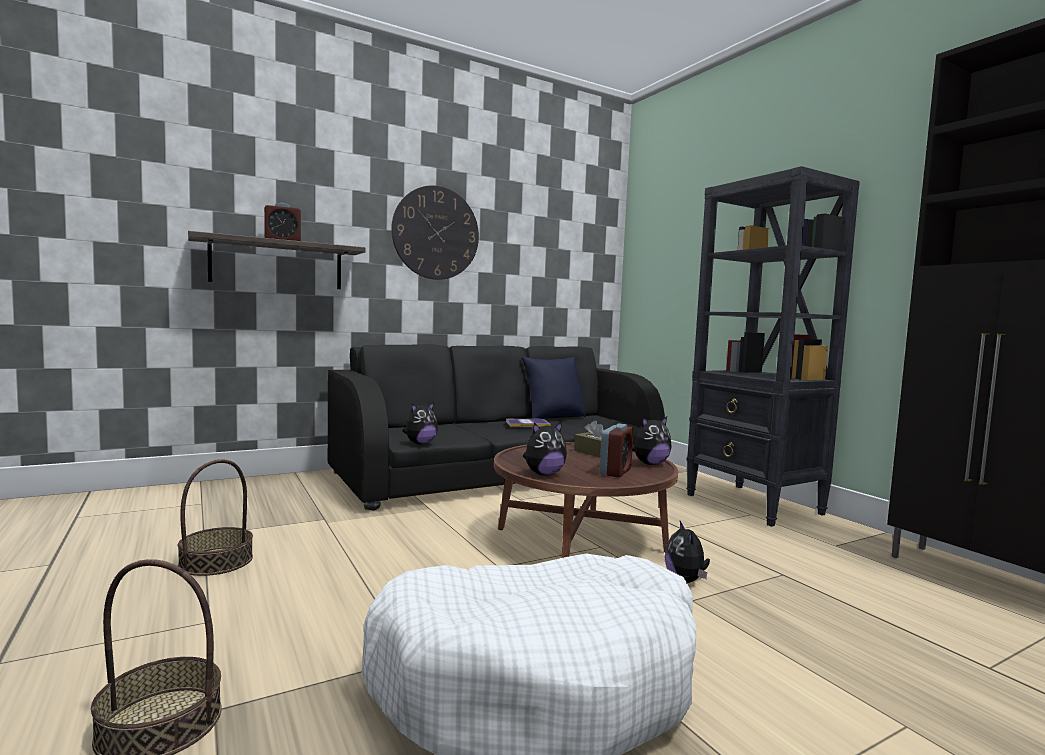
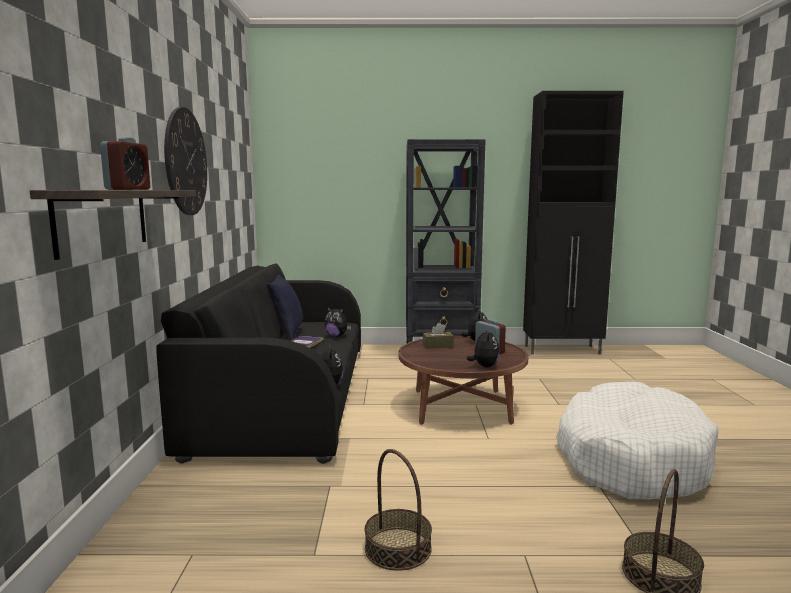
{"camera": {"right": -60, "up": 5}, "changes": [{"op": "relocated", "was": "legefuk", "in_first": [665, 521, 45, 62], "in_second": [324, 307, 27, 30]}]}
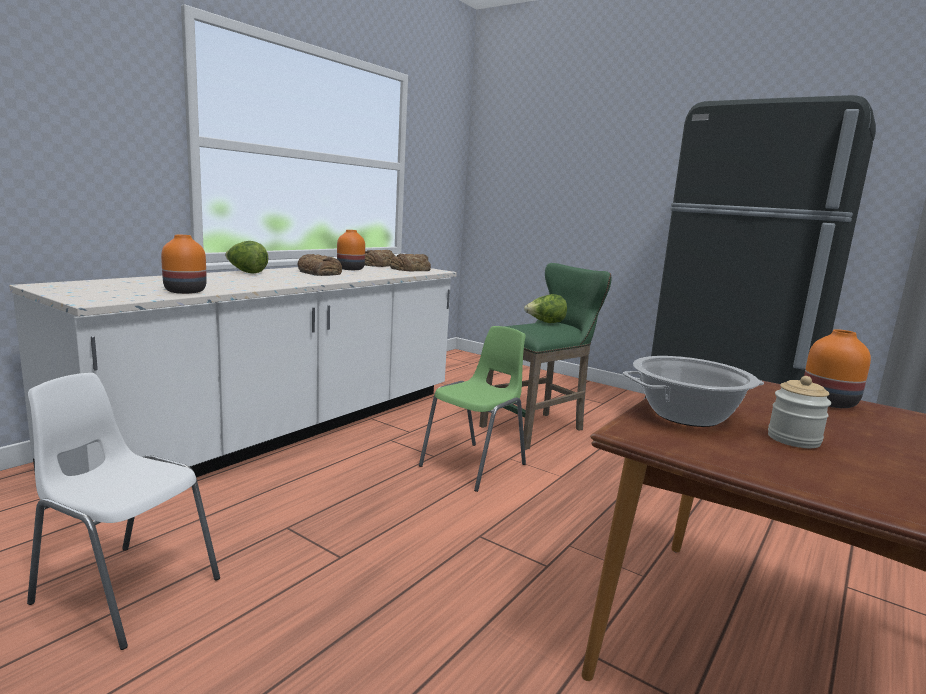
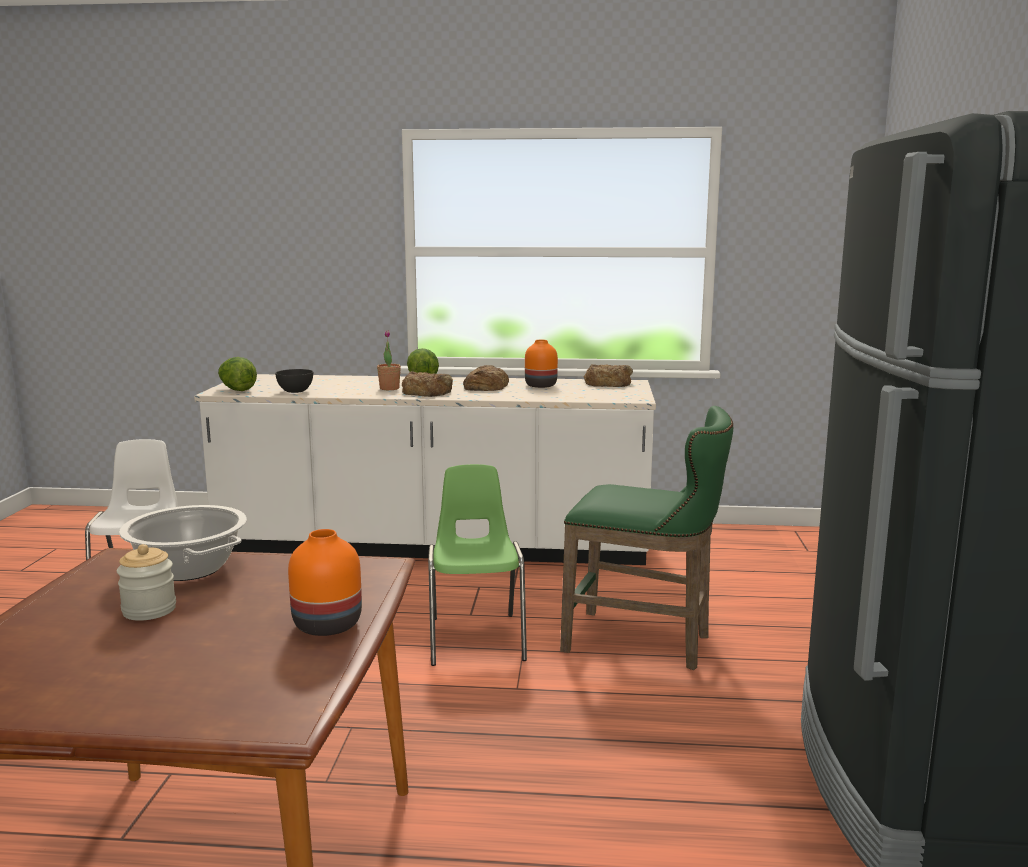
{"camera": {"right": 60, "up": 0}, "changes": [{"op": "appeared", "now": "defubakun", "in_second": [377, 330, 24, 60]}, {"op": "relocated", "was": "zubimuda", "in_first": [390, 254, 41, 17], "in_second": [402, 371, 51, 26]}, {"op": "relocated", "was": "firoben", "in_first": [524, 294, 43, 29], "in_second": [218, 357, 39, 34]}, {"op": "exchanged", "was": "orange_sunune", "now": "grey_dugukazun", "in_first": [161, 235, 46, 59], "in_second": [275, 369, 38, 24]}, {"op": "spun", "was": "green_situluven", "in_first": [419, 326, 107, 166], "in_second": [428, 464, 99, 202], "clockwise": -105}]}
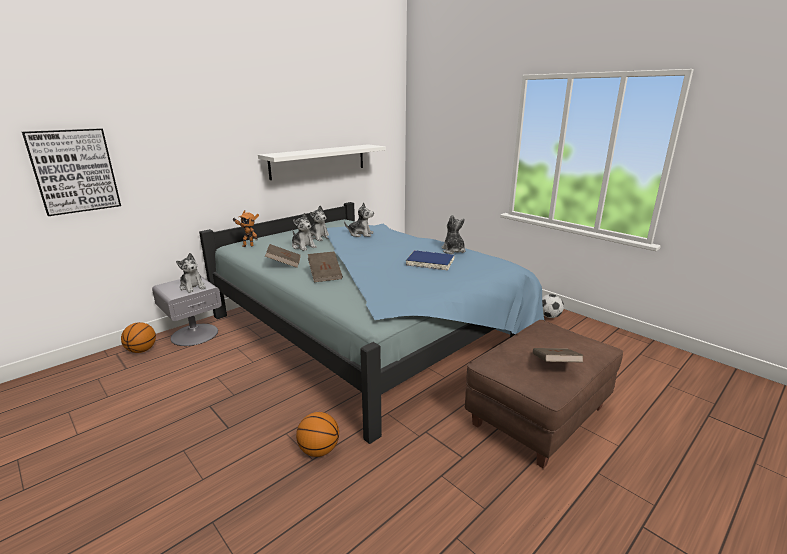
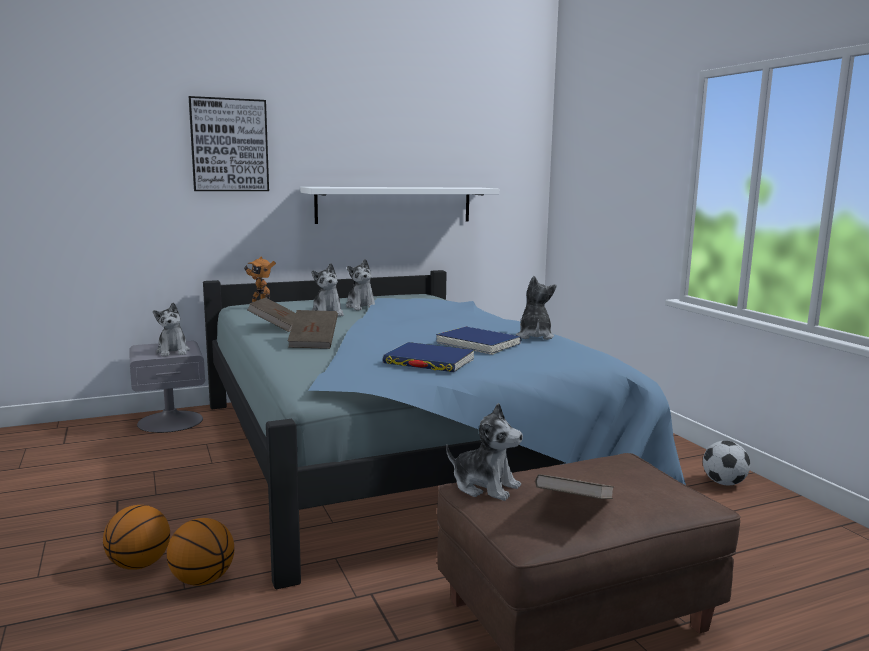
{"camera": {"right": 20, "up": -10}, "changes": [{"op": "appeared", "now": "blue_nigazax", "in_second": [383, 342, 92, 30]}, {"op": "relocated", "was": "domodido", "in_first": [22, 128, 99, 88], "in_second": [189, 96, 80, 95]}, {"op": "relocated", "was": "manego", "in_first": [121, 322, 35, 31], "in_second": [103, 505, 67, 65]}, {"op": "relocated", "was": "legefuk", "in_first": [344, 202, 30, 35], "in_second": [446, 403, 77, 98]}]}
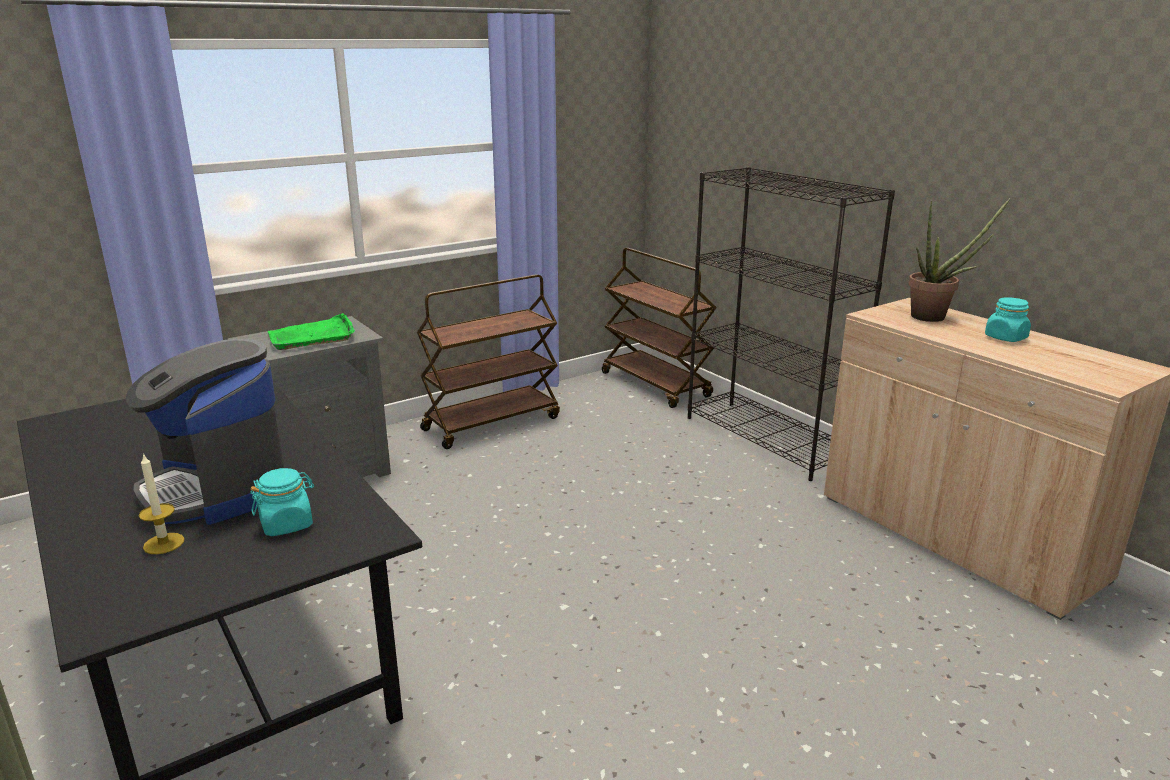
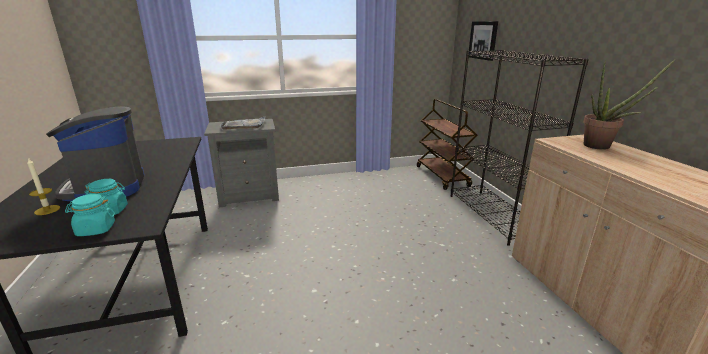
{"camera": {"right": 20, "up": 0}, "changes": [{"op": "missing", "was": "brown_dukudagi", "in_first": [417, 274, 143, 175]}, {"op": "appeared", "now": "domodido", "in_second": [469, 21, 29, 40]}, {"op": "relocated", "was": "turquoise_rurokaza", "in_first": [985, 297, 46, 45], "in_second": [65, 194, 50, 42]}, {"op": "colour", "was": "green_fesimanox", "now": "grey_fesimanox", "in_first": [268, 313, 87, 37], "in_second": [220, 116, 46, 13]}]}
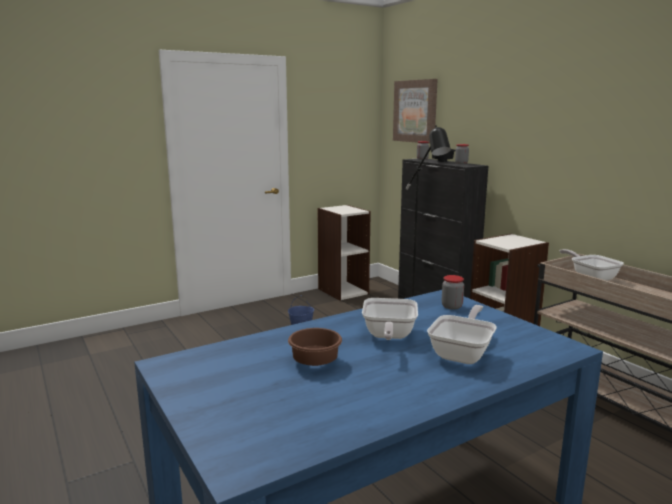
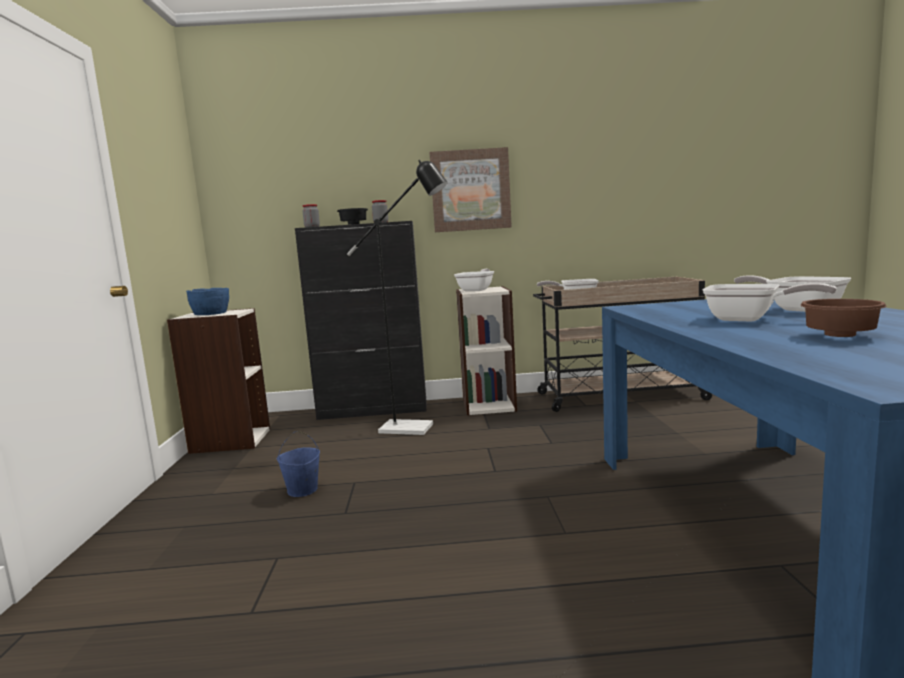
{"camera": {"right": -60, "up": -5}, "changes": [{"op": "missing", "was": "rurokaza", "in_first": [442, 275, 22, 35]}, {"op": "appeared", "now": "blue_dugukazun", "in_second": [186, 288, 43, 27]}, {"op": "appeared", "now": "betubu", "in_second": [454, 269, 40, 23]}, {"op": "relocated", "was": "domodido", "in_first": [393, 79, 45, 65], "in_second": [429, 147, 83, 85]}]}
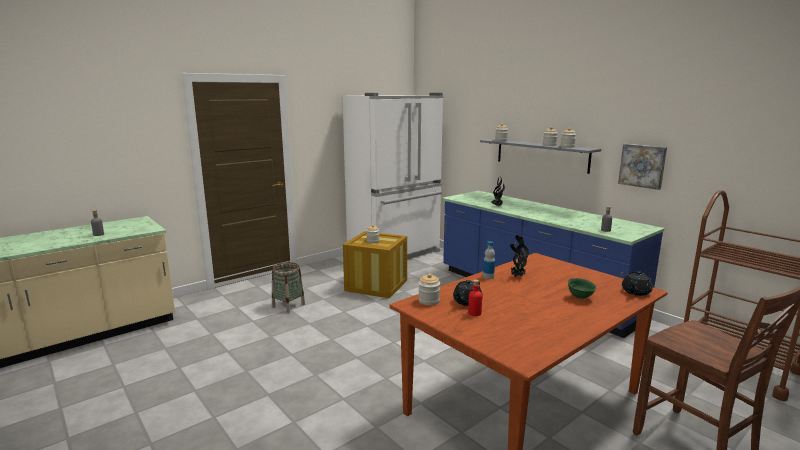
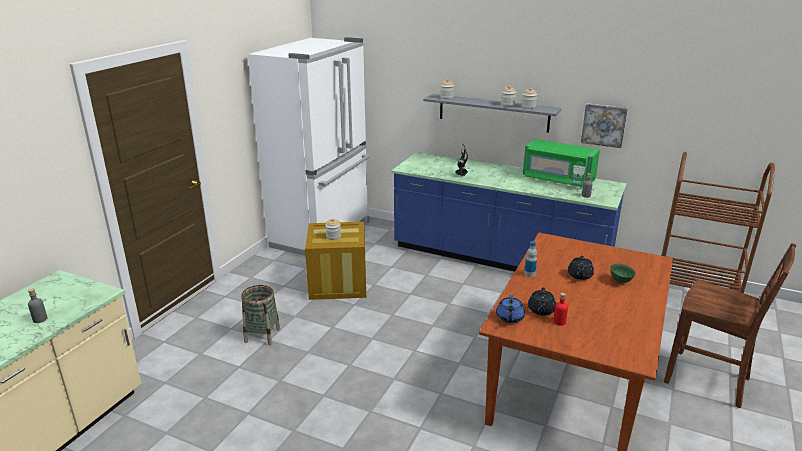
{"camera": {"right": -25, "up": 10}, "changes": [{"op": "missing", "was": "defubakun", "in_first": [510, 235, 19, 42]}, {"op": "appeared", "now": "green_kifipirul", "in_second": [523, 139, 77, 48]}, {"op": "relocated", "was": "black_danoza", "in_first": [622, 271, 31, 25], "in_second": [568, 256, 26, 24]}, {"op": "exchanged", "was": "rurokaza", "now": "blue_danoza", "in_first": [418, 274, 22, 31], "in_second": [496, 295, 29, 28]}]}
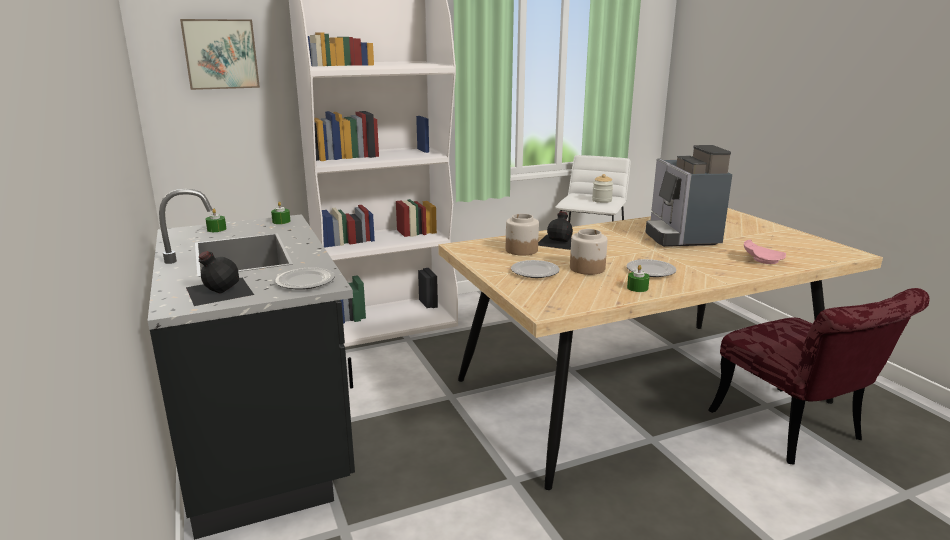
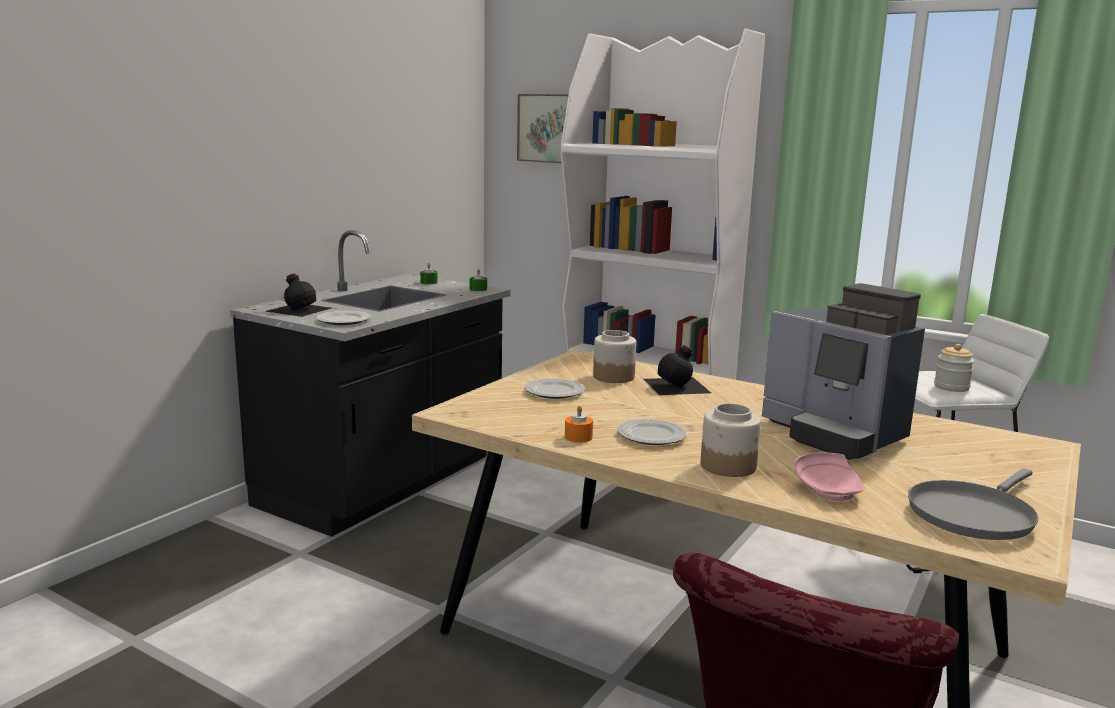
{"camera": {"right": 55, "up": -5}, "changes": [{"op": "appeared", "now": "grey_betubu", "in_second": [908, 468, 131, 72]}, {"op": "relocated", "was": "rurokaza", "in_first": [570, 229, 38, 46], "in_second": [701, 403, 60, 74]}, {"op": "colour", "was": "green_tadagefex", "now": "orange_tadagefex", "in_first": [627, 265, 23, 27], "in_second": [565, 406, 28, 37]}, {"op": "spun", "was": "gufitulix", "in_first": [646, 145, 86, 102], "in_second": [762, 283, 163, 177], "clockwise": -90}]}
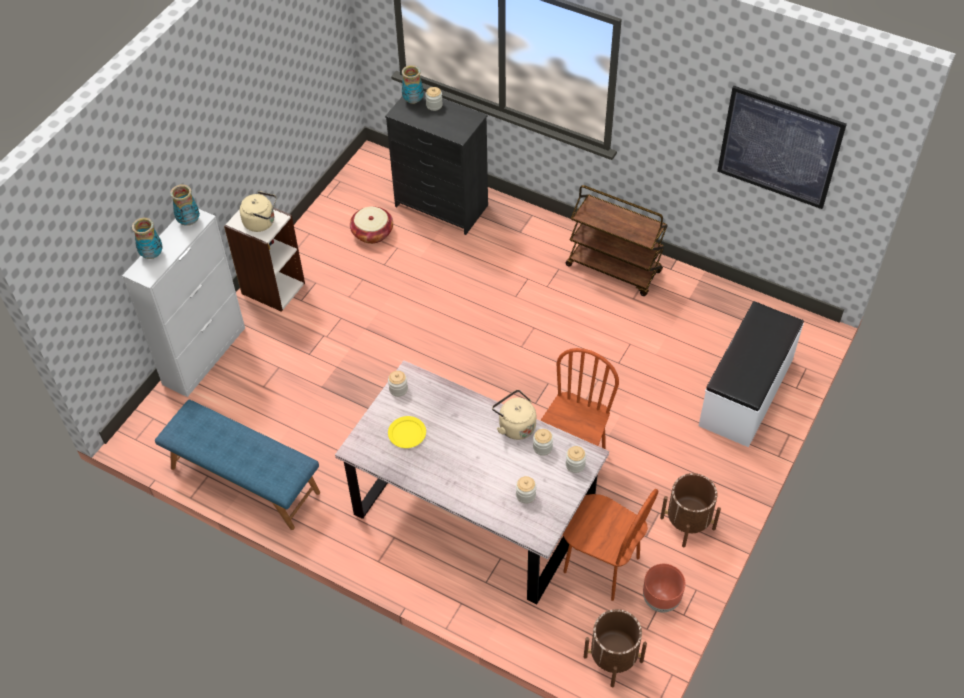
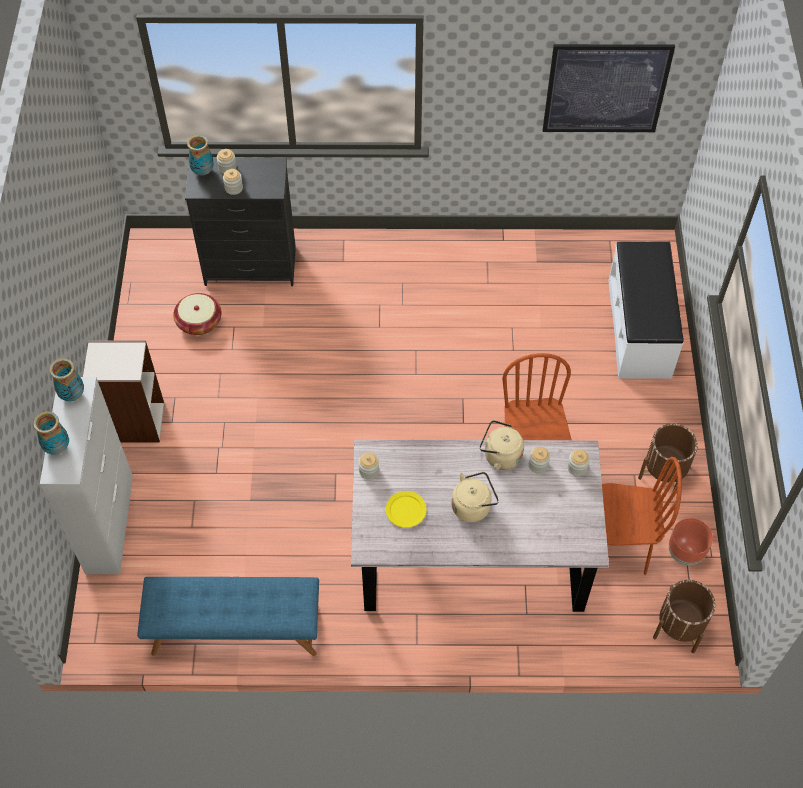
{"camera": {"right": -30, "up": 5}, "changes": [{"op": "missing", "was": "brown_dukudagi", "in_first": [565, 185, 103, 111]}, {"op": "relocated", "was": "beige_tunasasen", "in_first": [240, 191, 36, 41], "in_second": [452, 472, 47, 50]}, {"op": "relocated", "was": "rurokaza", "in_first": [516, 476, 20, 28], "in_second": [223, 169, 20, 26]}]}
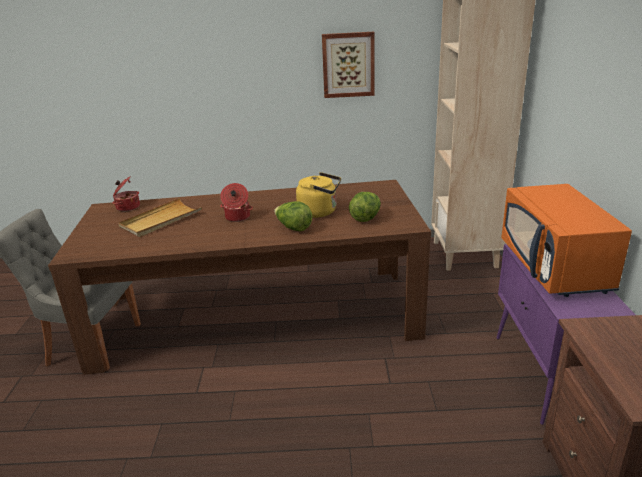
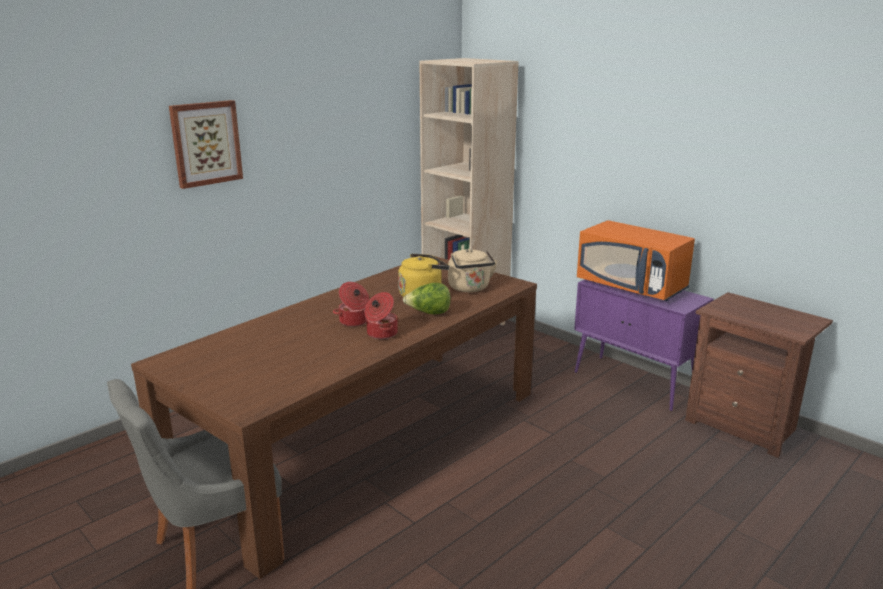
{"camera": {"right": -45, "up": -5}, "changes": [{"op": "missing", "was": "beige_fesimanox", "in_first": [118, 198, 84, 39]}, {"op": "relocated", "was": "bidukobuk", "in_first": [112, 176, 28, 35], "in_second": [365, 292, 33, 47]}, {"op": "relocated", "was": "domodido", "in_first": [322, 32, 53, 66], "in_second": [169, 100, 74, 89]}, {"op": "exchanged", "was": "firoben", "now": "beige_tunasasen", "in_first": [349, 192, 32, 30], "in_second": [448, 249, 50, 43]}]}
